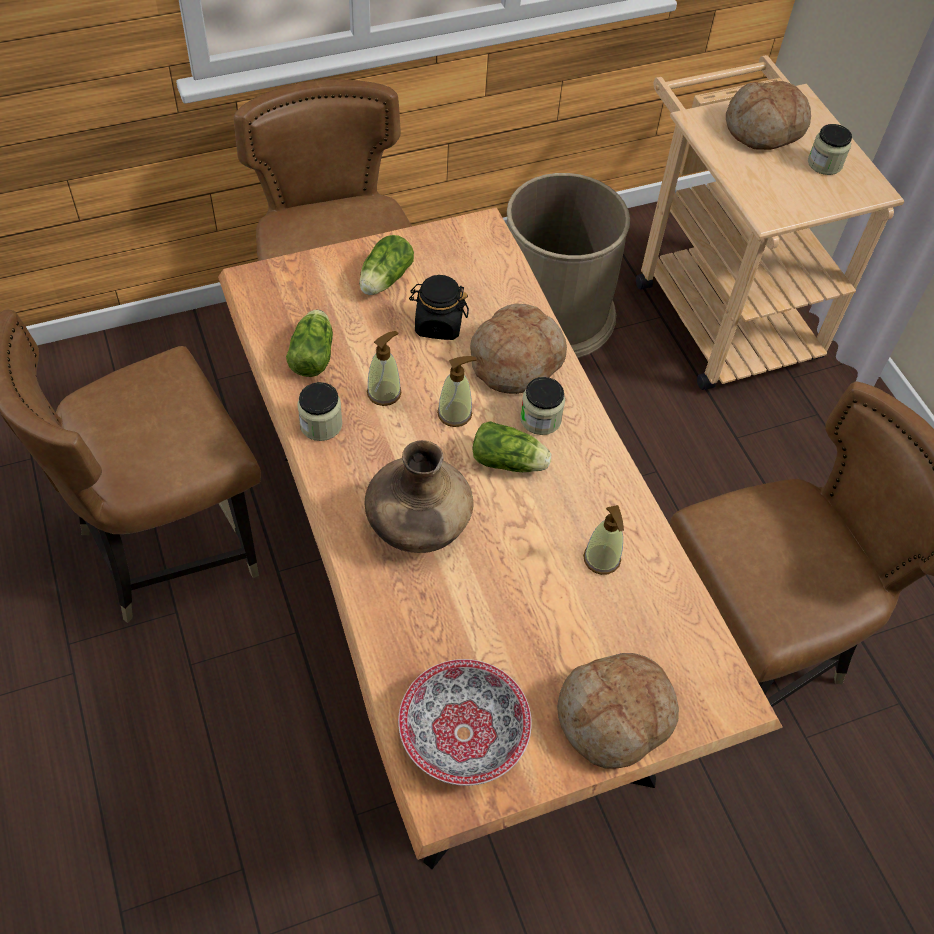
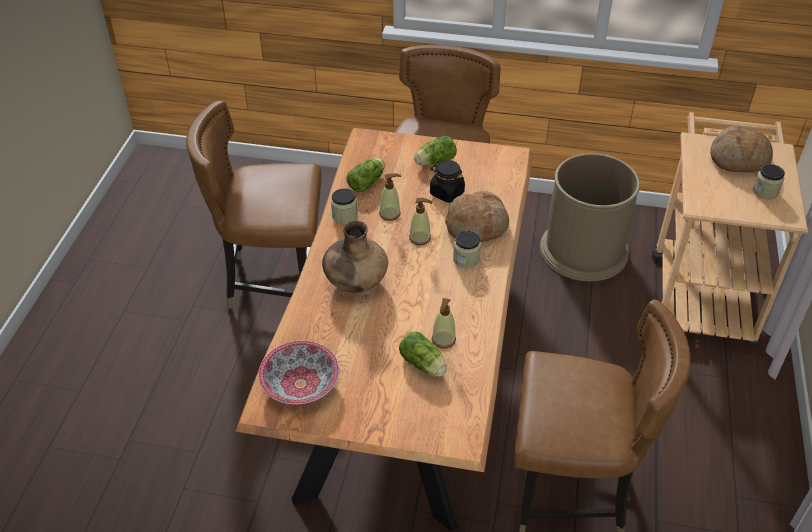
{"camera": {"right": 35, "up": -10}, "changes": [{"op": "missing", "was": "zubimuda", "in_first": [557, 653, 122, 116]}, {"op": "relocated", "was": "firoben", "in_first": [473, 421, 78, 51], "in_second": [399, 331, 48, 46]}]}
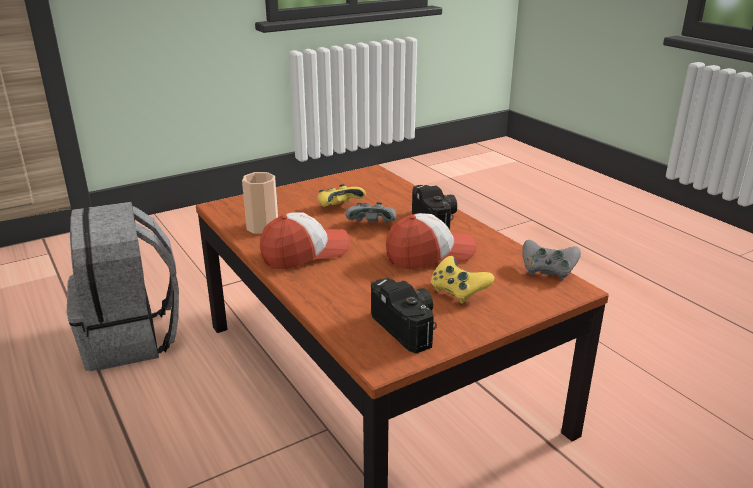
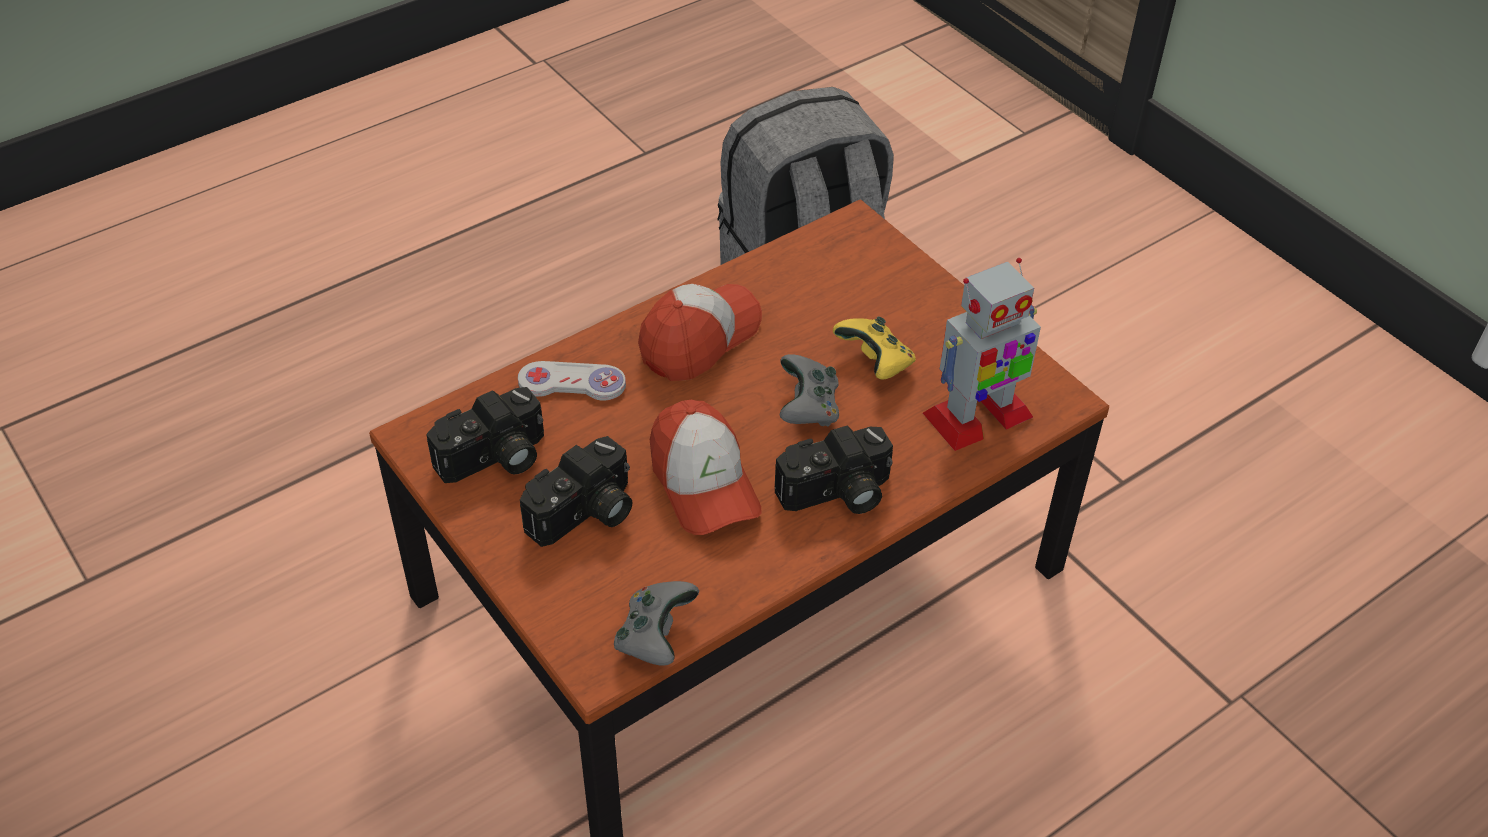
{"camera": {"right": 85, "up": 20}, "changes": [{"op": "missing", "was": "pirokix", "in_first": [242, 172, 36, 62]}, {"op": "appeared", "now": "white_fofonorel", "in_second": [518, 361, 108, 40]}, {"op": "appeared", "now": "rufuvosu", "in_second": [923, 258, 118, 193]}, {"op": "exchanged", "was": "yellow_fofonorel", "now": "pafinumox", "in_first": [431, 256, 63, 48], "in_second": [520, 436, 113, 111]}, {"op": "spun", "was": "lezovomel", "in_first": [260, 212, 90, 58], "in_second": [638, 284, 124, 97], "clockwise": -105}]}
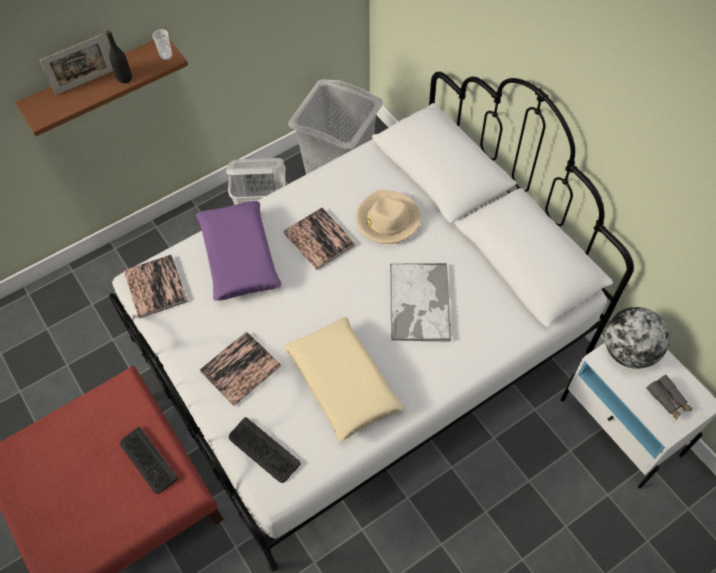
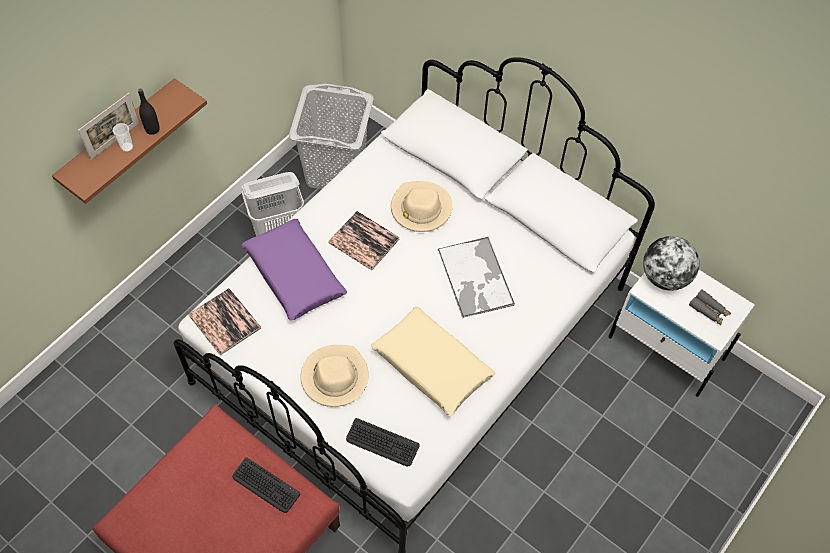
{"camera": {"right": -20, "up": 0}, "changes": [{"op": "relocated", "was": "pirokix", "in_first": [152, 29, 20, 31], "in_second": [113, 123, 20, 29]}, {"op": "exchanged", "was": "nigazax", "now": "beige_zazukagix", "in_first": [200, 331, 81, 75], "in_second": [300, 345, 69, 62]}]}
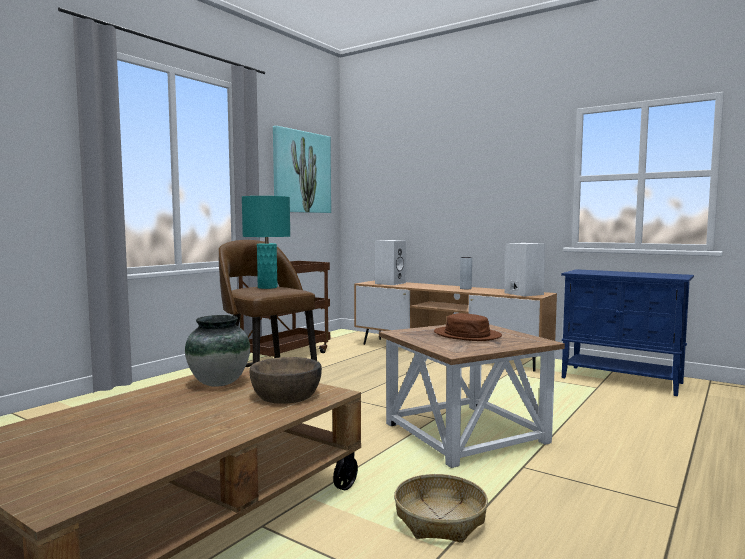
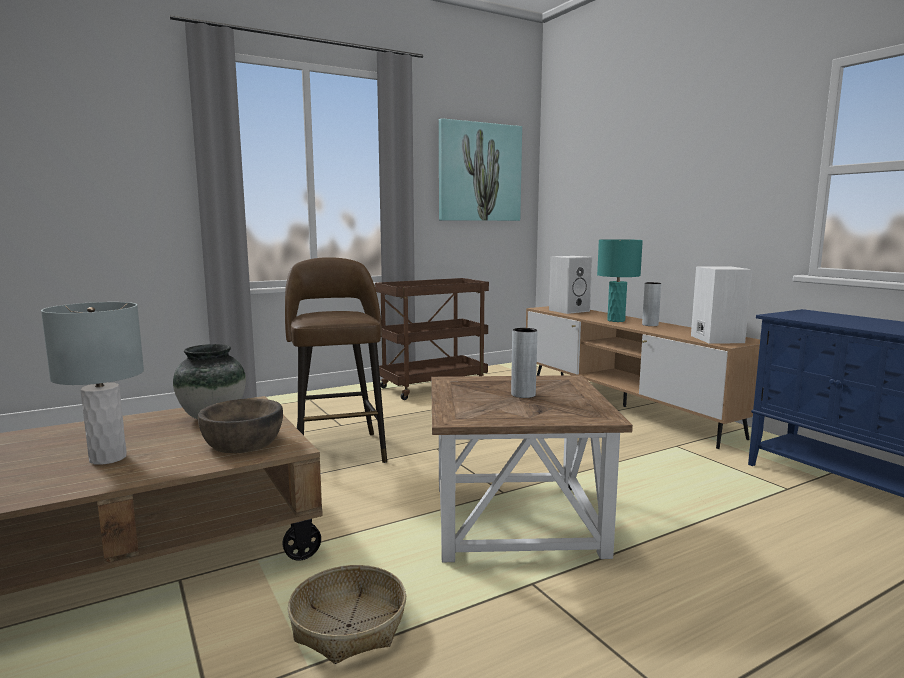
{"camera": {"right": 25, "up": 5}, "changes": [{"op": "appeared", "now": "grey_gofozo", "in_second": [41, 302, 103, 163]}, {"op": "relocated", "was": "turquoise_gofozo", "in_first": [242, 196, 48, 93], "in_second": [597, 239, 46, 83]}, {"op": "exchanged", "was": "brown_zazukagix", "now": "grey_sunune", "in_first": [434, 313, 68, 28], "in_second": [511, 328, 26, 70]}]}
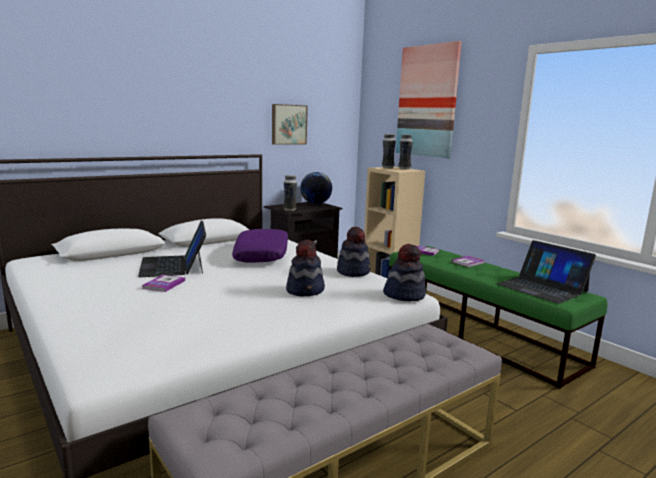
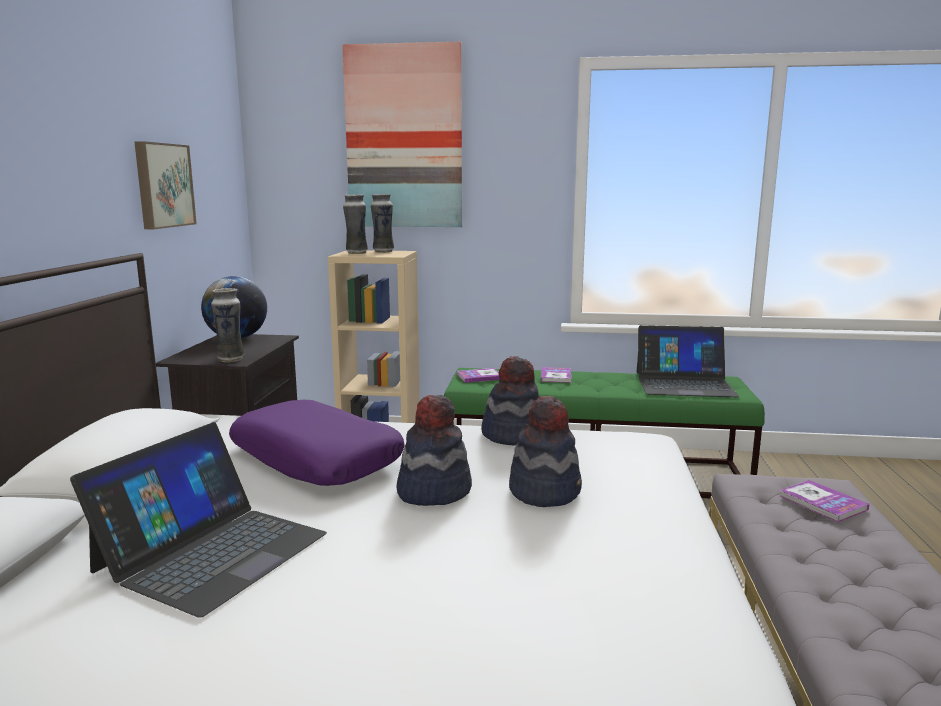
{"camera": {"right": -45, "up": 0}, "changes": [{"op": "relocated", "was": "nigazax", "in_first": [142, 275, 43, 17], "in_second": [780, 480, 89, 42]}, {"op": "relocated", "was": "zazukagix", "in_first": [383, 244, 43, 57], "in_second": [396, 395, 76, 111]}, {"op": "spun", "was": "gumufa", "in_first": [138, 221, 68, 56], "in_second": [70, 422, 257, 196], "clockwise": -90}]}
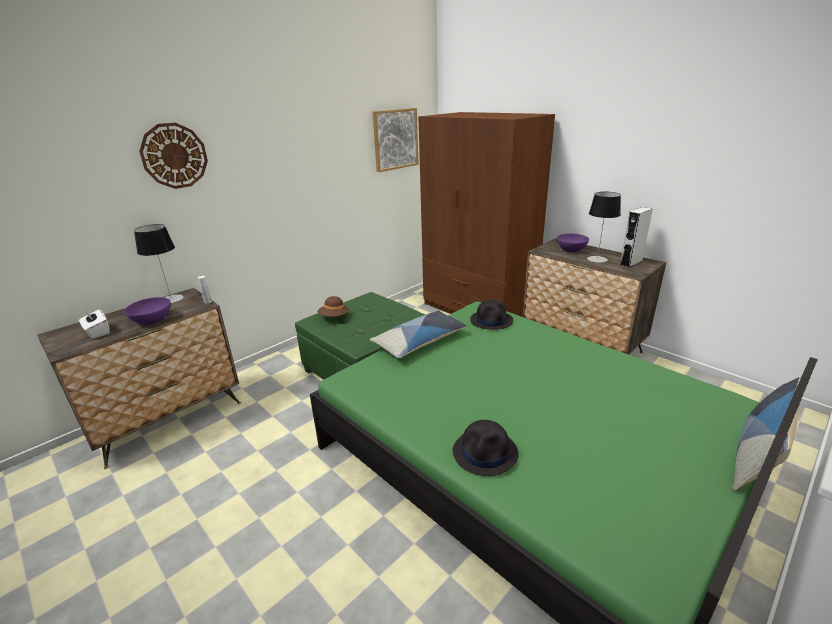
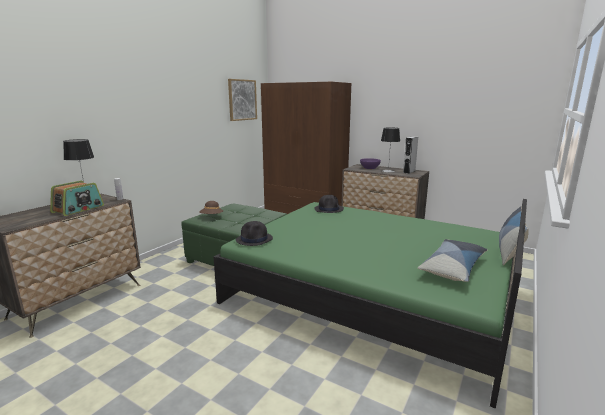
{"camera": {"right": -15, "up": -10}, "changes": [{"op": "missing", "was": "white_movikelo", "in_first": [79, 309, 31, 30]}, {"op": "missing", "was": "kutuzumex", "in_first": [139, 123, 69, 66]}, {"op": "relocated", "was": "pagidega", "in_first": [370, 310, 97, 48], "in_second": [418, 239, 70, 43]}, {"op": "relocated", "was": "black_zazukagix", "in_first": [453, 420, 65, 56], "in_second": [236, 221, 37, 25]}, {"op": "exchanged", "was": "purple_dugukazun", "now": "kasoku", "in_first": [124, 297, 47, 28], "in_second": [50, 181, 54, 35]}]}
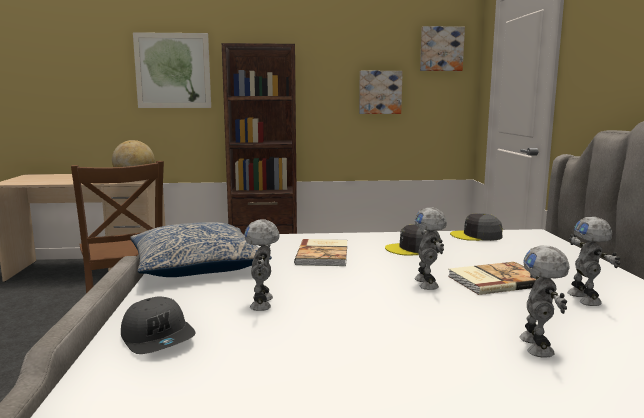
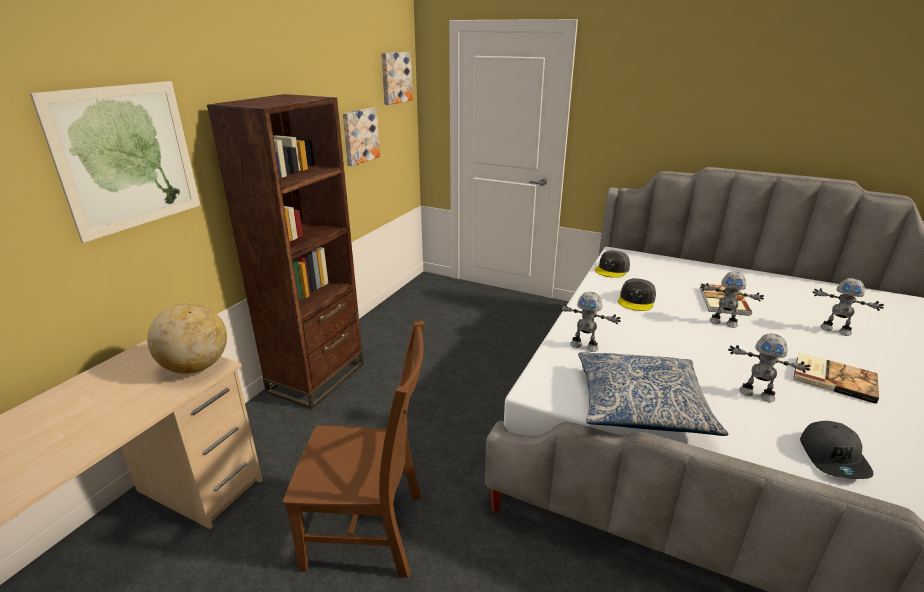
{"camera": {"right": -60, "up": 15}, "changes": [{"op": "relocated", "was": "nigazax", "in_first": [294, 239, 53, 27], "in_second": [793, 352, 86, 52]}, {"op": "relocated", "was": "rufuvosu", "in_first": [567, 217, 54, 89], "in_second": [558, 292, 63, 60]}, {"op": "spun", "was": "grey_lezovomel", "in_first": [121, 296, 74, 58], "in_second": [800, 421, 74, 58], "clockwise": 105}]}
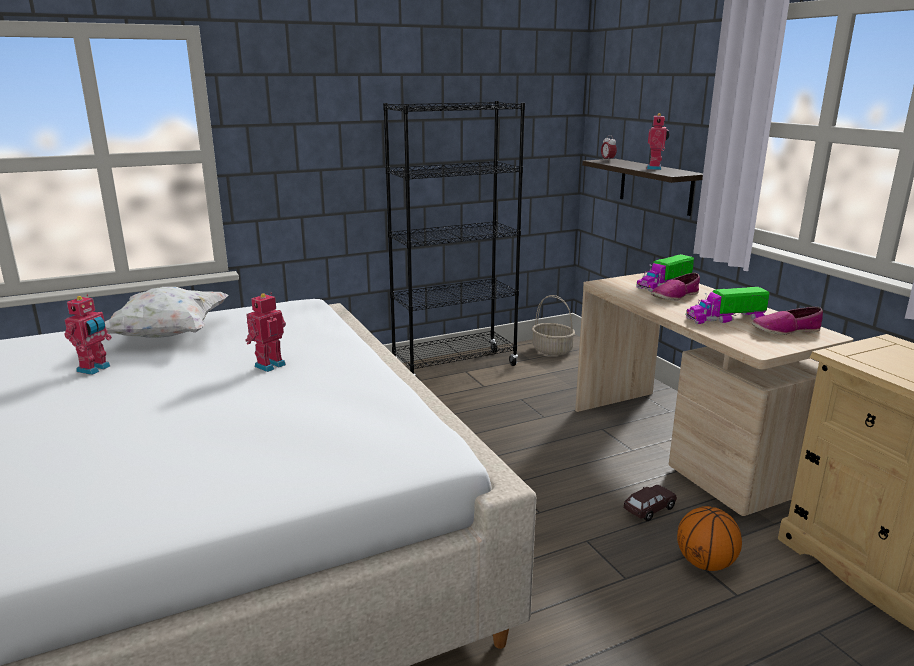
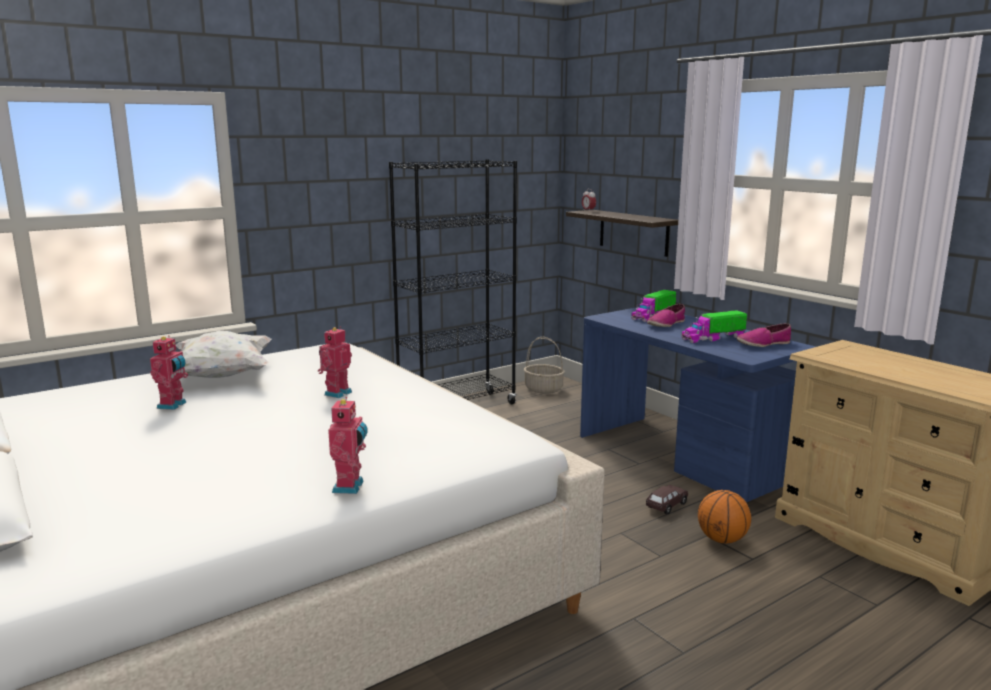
{"camera": {"right": -10, "up": -5}, "changes": [{"op": "relocated", "was": "rufuvosu", "in_first": [647, 113, 23, 57], "in_second": [328, 397, 40, 97]}, {"op": "colour", "was": "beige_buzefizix", "now": "blue_buzefizix", "in_first": [575, 273, 278, 243], "in_second": [580, 307, 236, 195]}]}
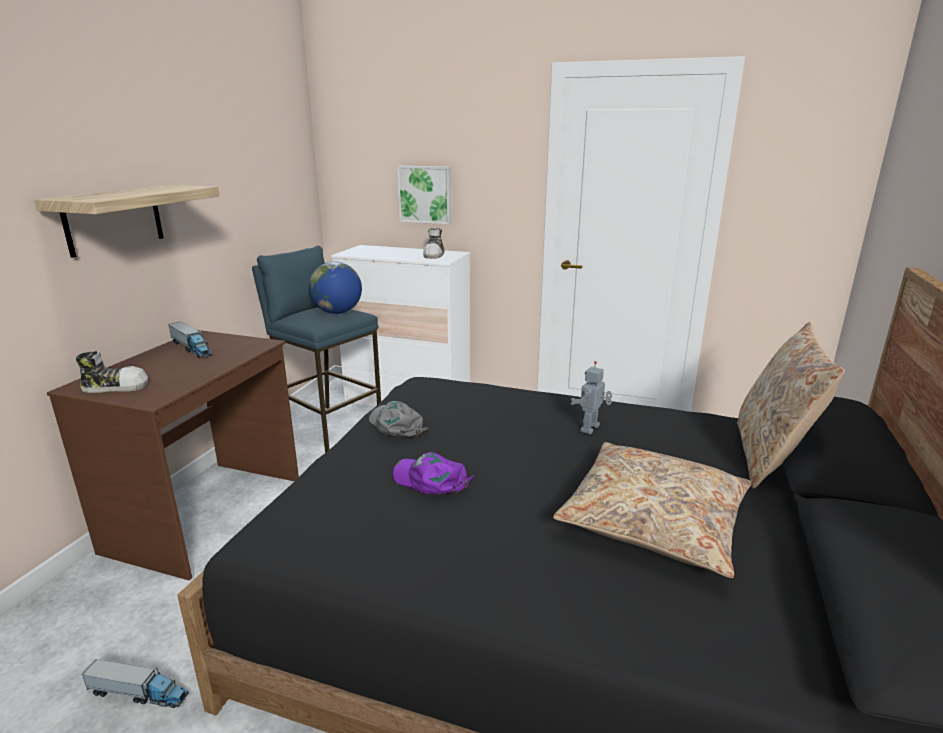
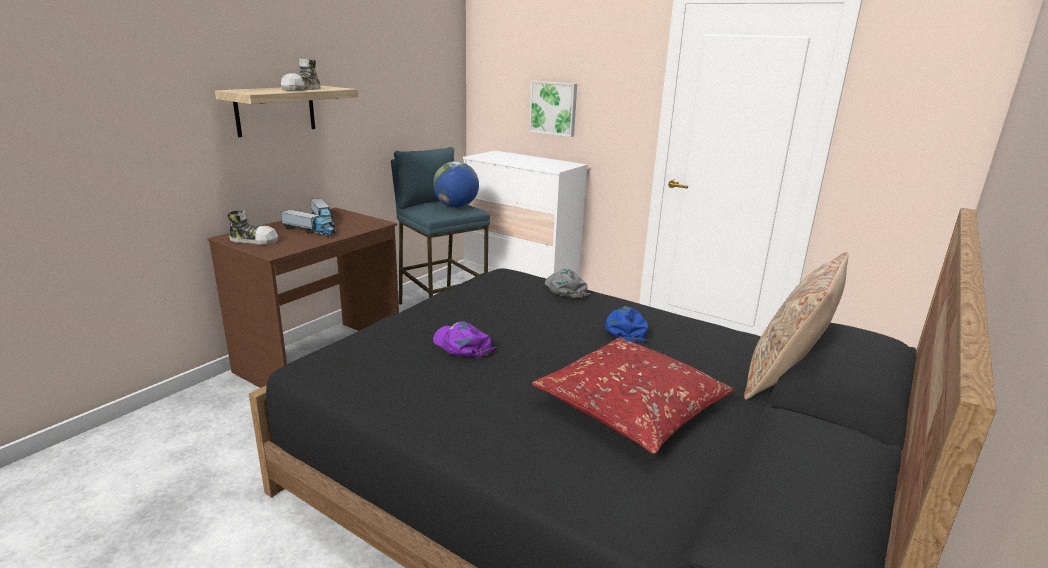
{"camera": {"right": 15, "up": 0}, "changes": [{"op": "relocated", "was": "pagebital", "in_first": [81, 659, 108, 49], "in_second": [281, 209, 56, 28]}, {"op": "relocated", "was": "grey_lezovomel", "in_first": [369, 401, 59, 36], "in_second": [545, 269, 46, 29]}, {"op": "relocated", "was": "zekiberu", "in_first": [423, 228, 22, 31], "in_second": [281, 59, 40, 32]}, {"op": "exchanged", "was": "rufuvosu", "now": "blue_lezovomel", "in_first": [570, 361, 42, 73], "in_second": [605, 306, 43, 38]}, {"op": "colour", "was": "beige_pagidega", "now": "red_pagidega", "in_first": [553, 442, 198, 136], "in_second": [532, 337, 203, 117]}]}
